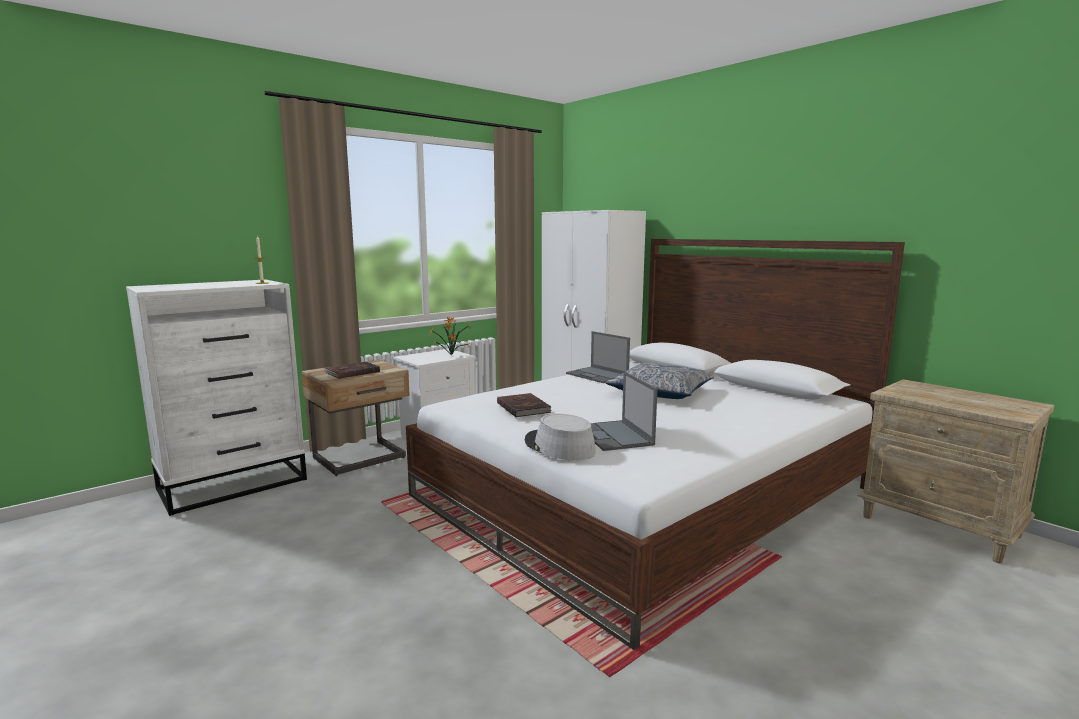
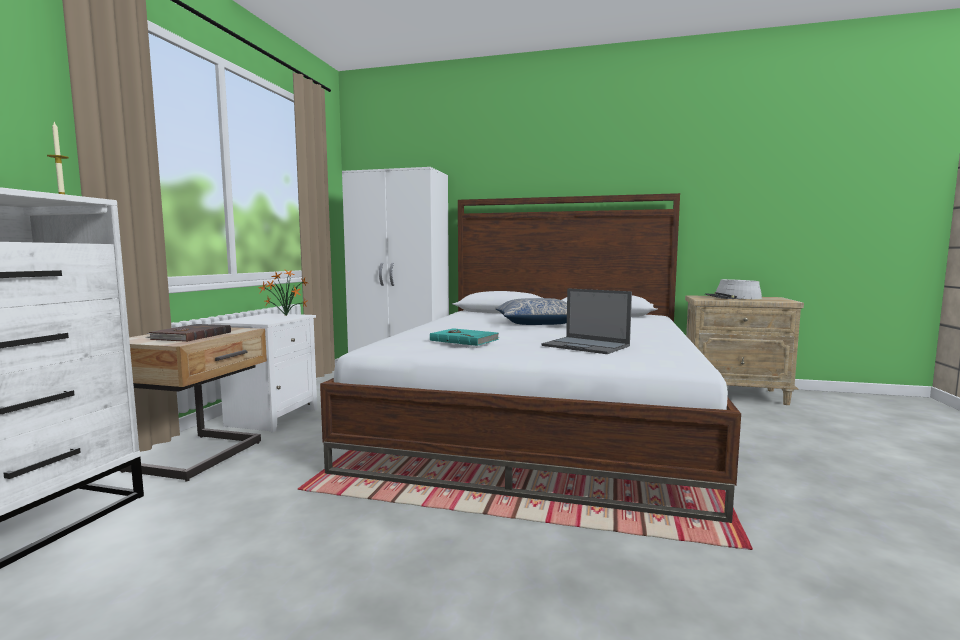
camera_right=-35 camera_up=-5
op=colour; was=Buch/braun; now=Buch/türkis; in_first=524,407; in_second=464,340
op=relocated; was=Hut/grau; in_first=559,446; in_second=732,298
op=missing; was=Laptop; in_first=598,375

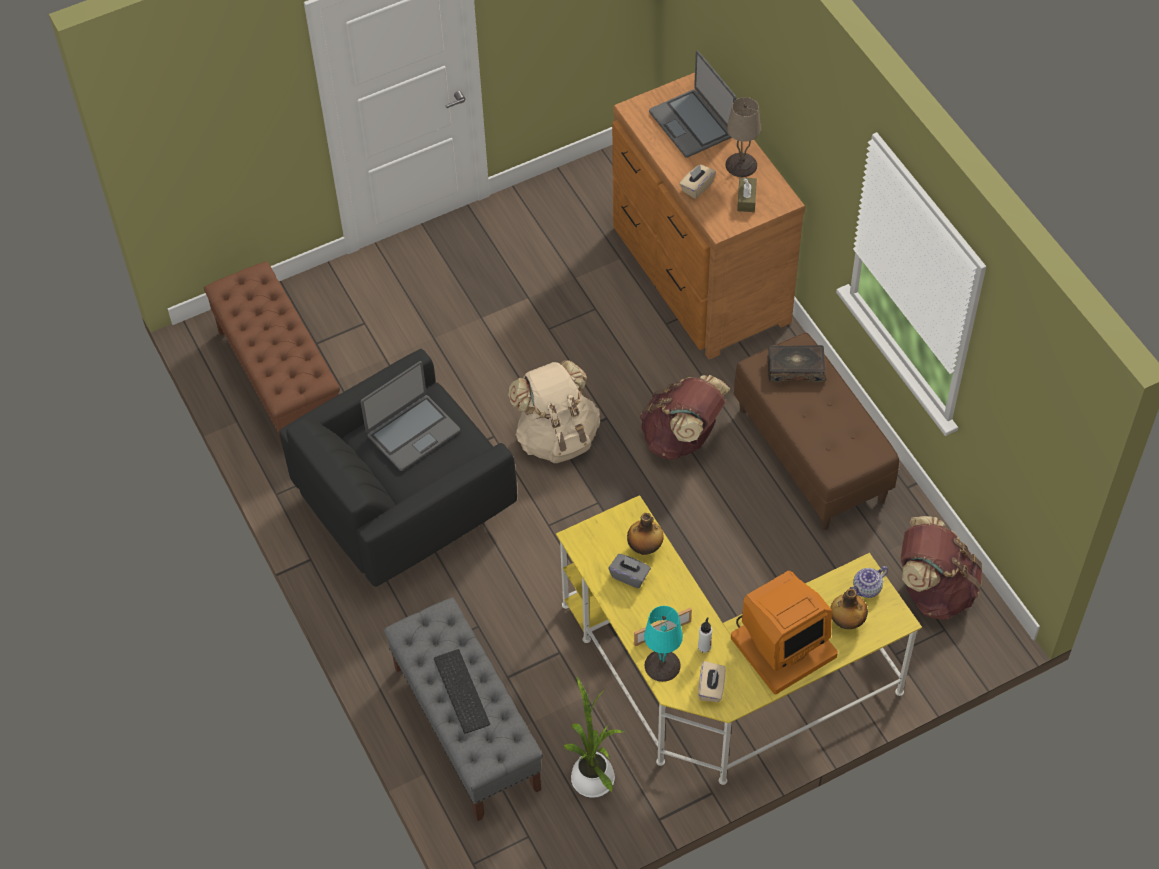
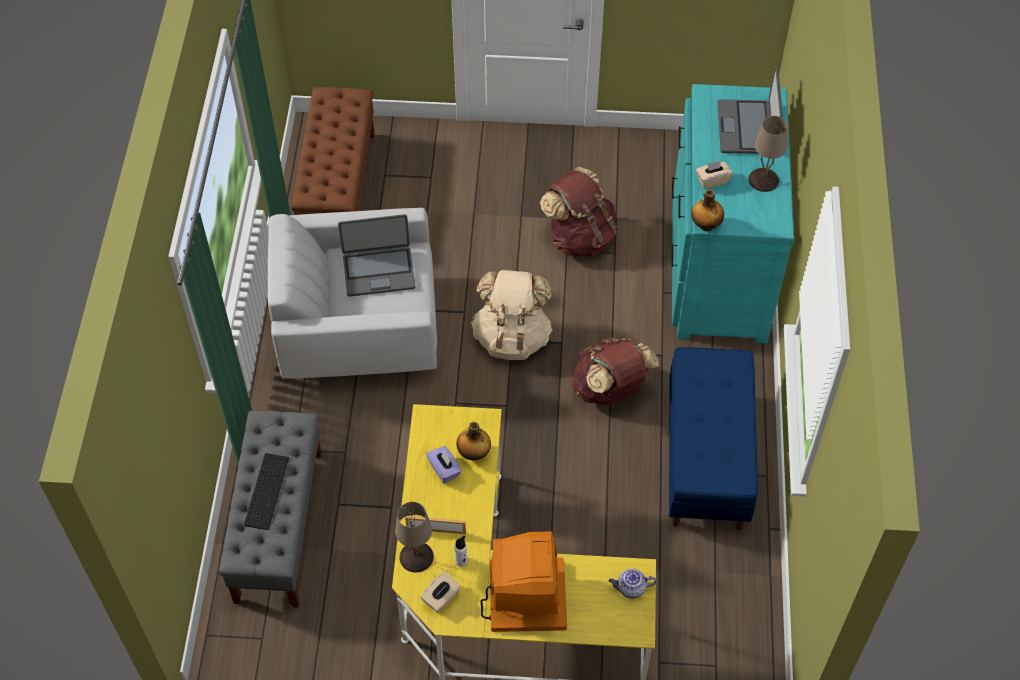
camera_right=30 camera_up=0
op=colour; was=Sessel/schwarz; now=Sessel/weiß; in_first=405,506; in_second=359,330
op=missing; was=Topfpflanze; in_first=592,775
op=colour; was=Taschentuchbox/grau; now=Taschentuchbox/lila; in_first=629,576; in_second=444,470
op=colour; was=Kommode/braun; now=Kommode/türkis; in_first=698,275; in_second=717,267
op=colour; was=Tischlampe/türkis; now=Tischlampe/beige; in_first=662,664; in_second=417,556
op=spun; was=Monitor; in_first=782,645; in_second=525,595; clockwise=-90
op=colour; was=Bank/braun; now=Bank/blau; in_first=812,454; in_second=707,459
op=missing; was=Taschentuchbox/braun; in_first=746,199
op=missing; was=Buch; in_first=795,368
op=relocated; was=Flasche; in_first=846,621; in_second=705,225
op=relocated; was=Rucksack/braun; in_first=933,589; in_second=580,237

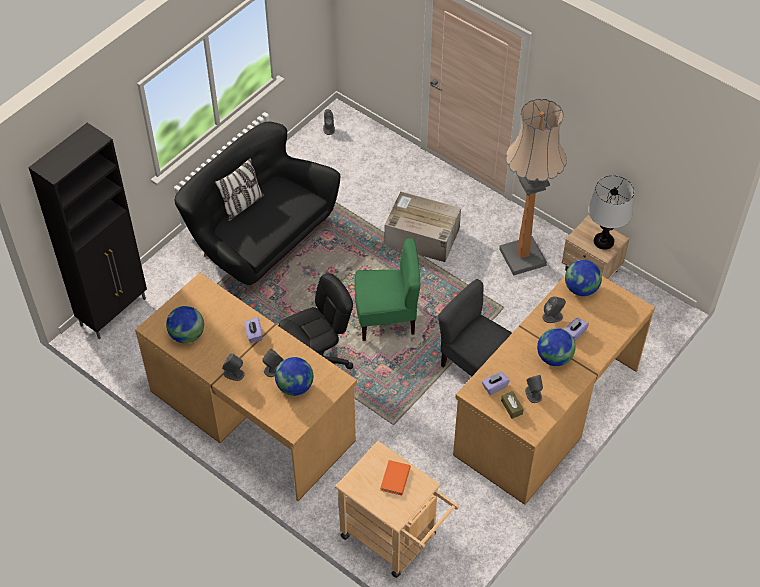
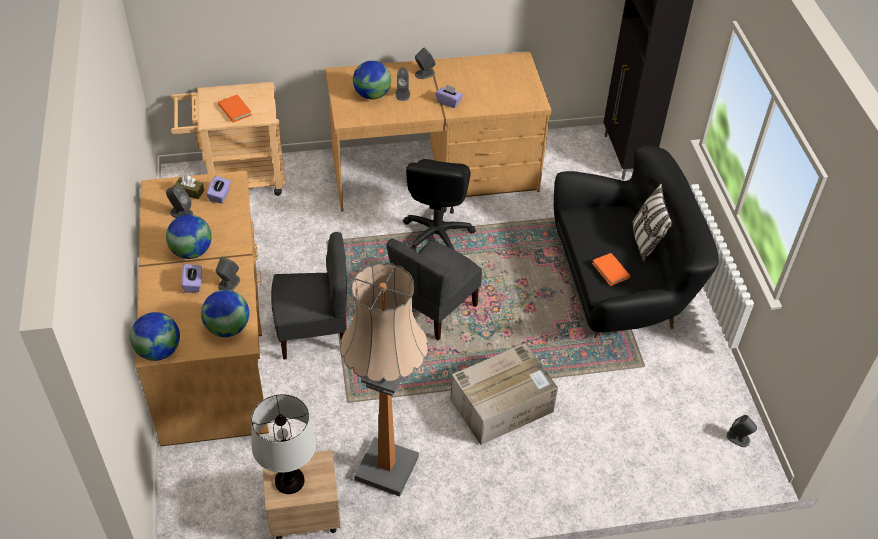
camera_right=130 camera_up=-5
op=relocated; was=Globus; in_first=187,335; in_second=159,351
op=colour; was=Stuhl/grün; now=Stuhl/grau; in_first=386,318; in_second=434,309
op=appeared; now=Buch/orange; in_second=610,270

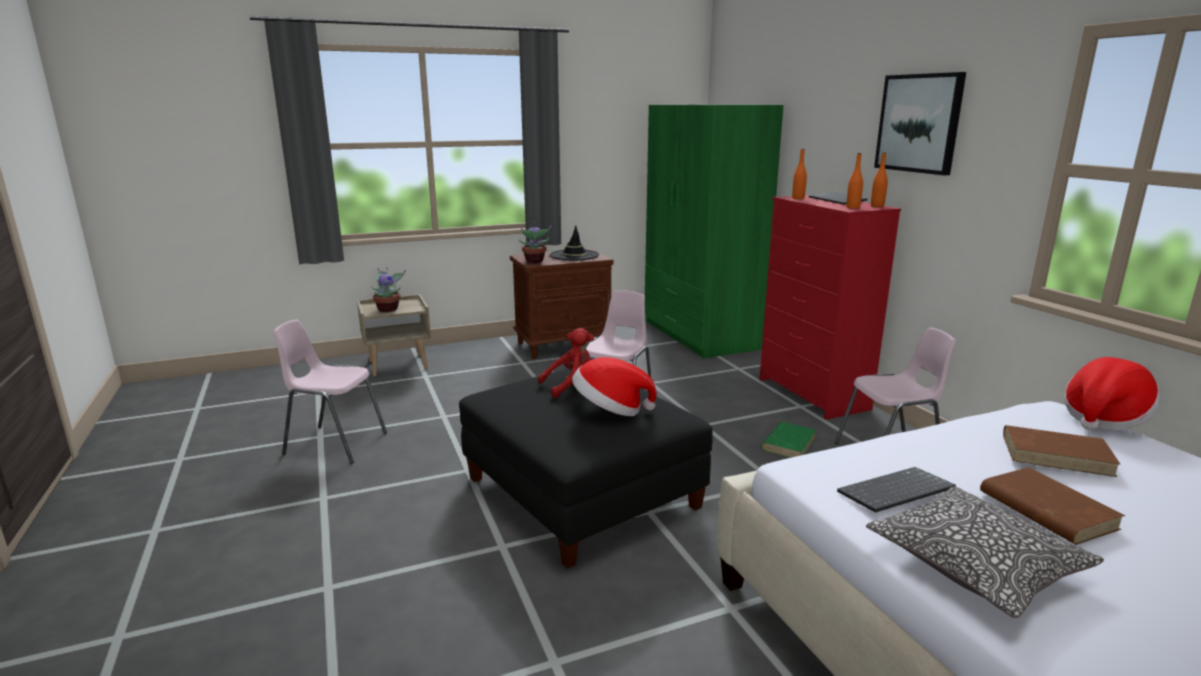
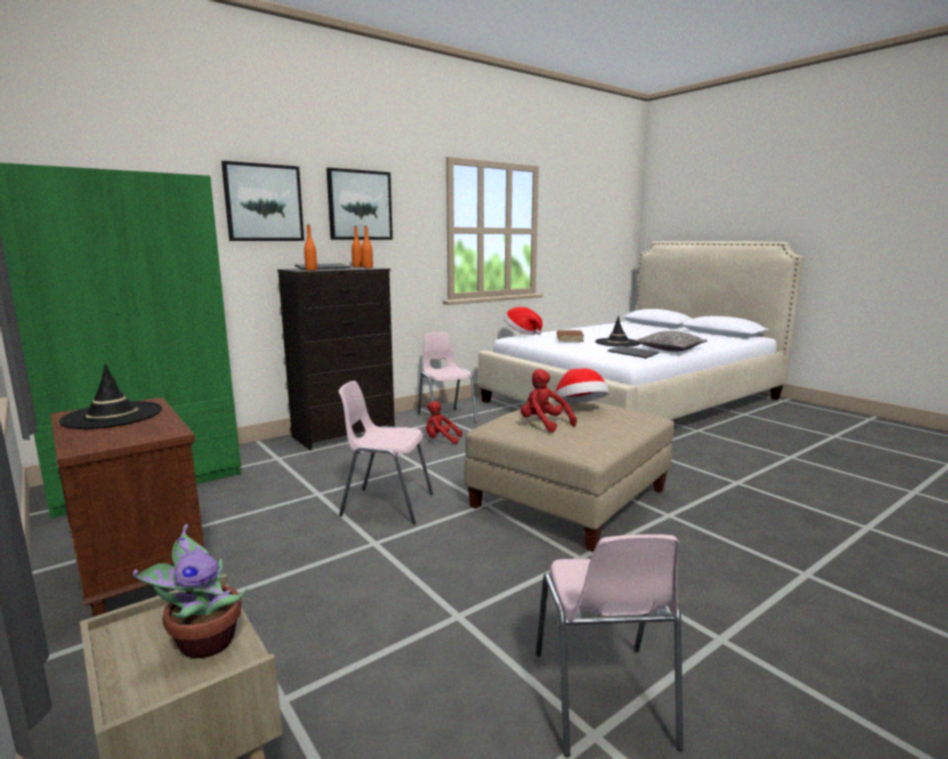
camera_right=-105 camera_up=-5
op=colour; was=Polsterhocker/schwarz; now=Polsterhocker/beige; in_first=582,492; in_second=569,498
op=missing; was=Topfpflanze; in_first=534,261
op=colour; was=Kommode/rot; now=Kommode/schwarz; in_first=812,394; in_second=345,434
op=exchanged; was=Buch/grün; now=Plüschtier/rot; in_first=789,443; in_second=441,440
op=exchanged; was=Buch/braun; now=Hut/schwarz; in_first=1045,509; in_second=617,343
op=appeared; now=Bild; in_second=263,203

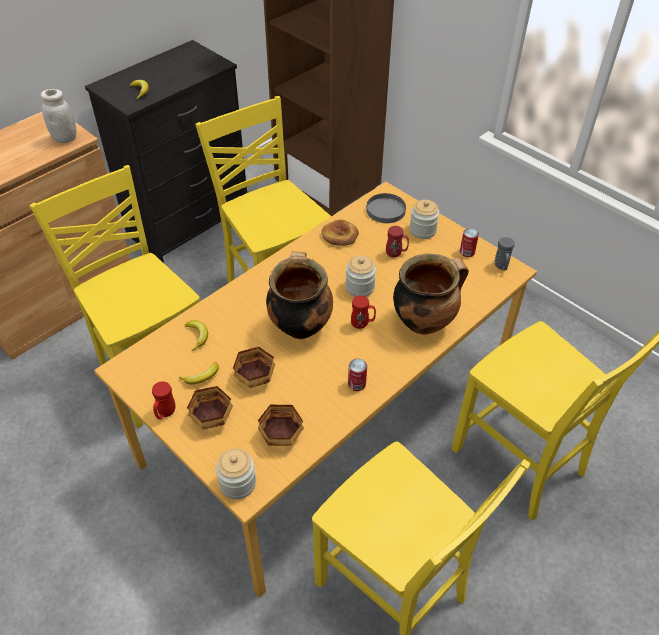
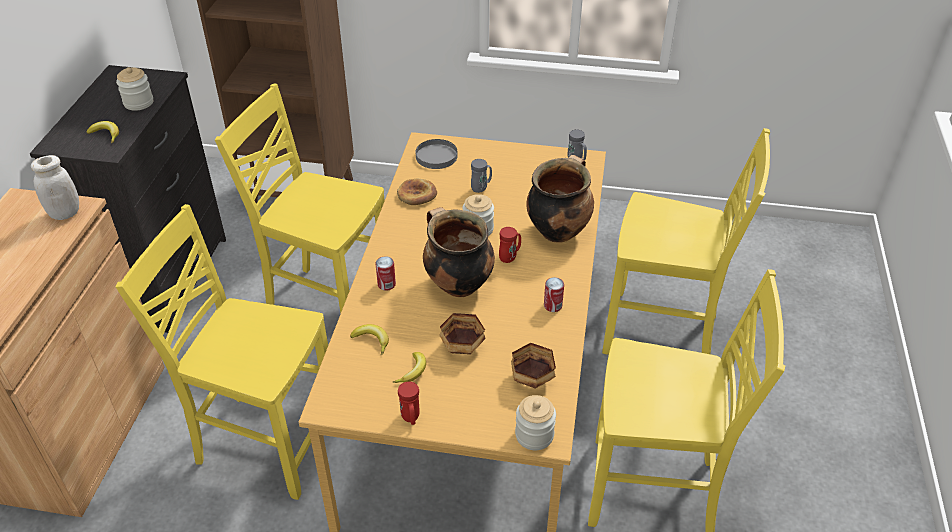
camera_right=-35 camera_up=-5
op=missing; was=Schüssel; in_first=213,418
op=colour; was=Henkelbecher/rot; now=Henkelbecher/grau; in_first=396,253; in_second=481,188
op=relocated; was=Vorratsglas; in_first=422,230; in_second=138,103
op=relocated; was=Dose; in_first=467,252; in_second=386,284

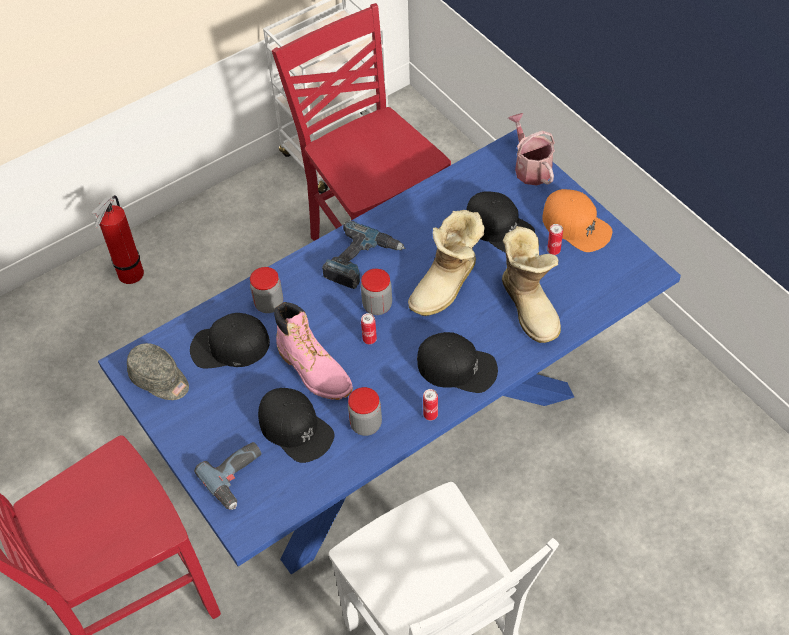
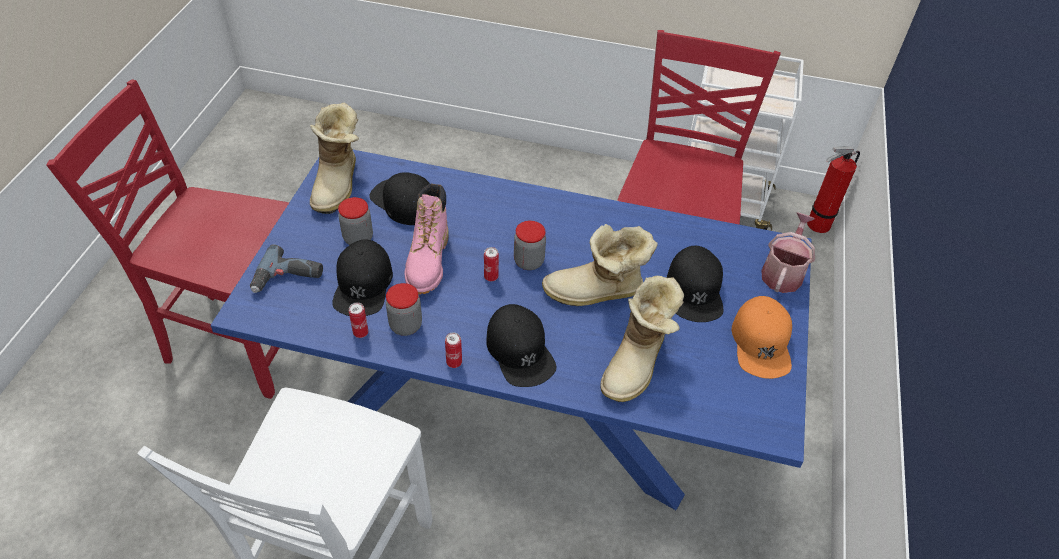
camera_right=45 camera_up=-5
op=relocated; was=Feuerlöscher; in_first=129,276; in_second=816,225
op=exchanged; was=Kappe/grau; now=Stiefel; in_first=160,380; in_second=339,184
op=relocated; was=Vorratsglas; in_first=269,304; in_second=358,238
op=missing; was=Bohrmaschine; in_first=361,261
op=relocated; was=Dose; in_first=553,250; in_second=360,333

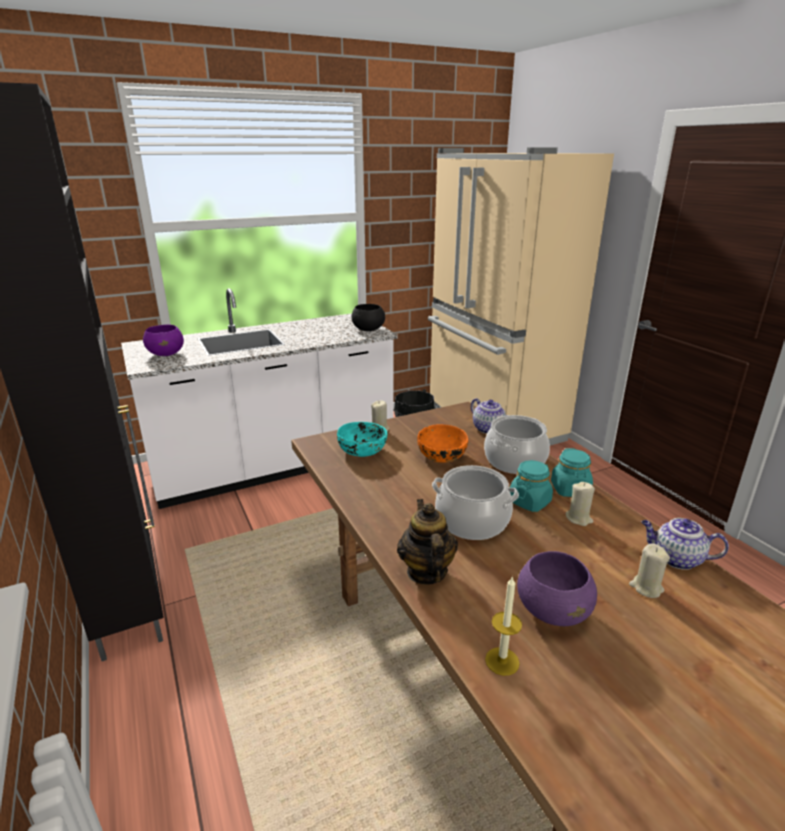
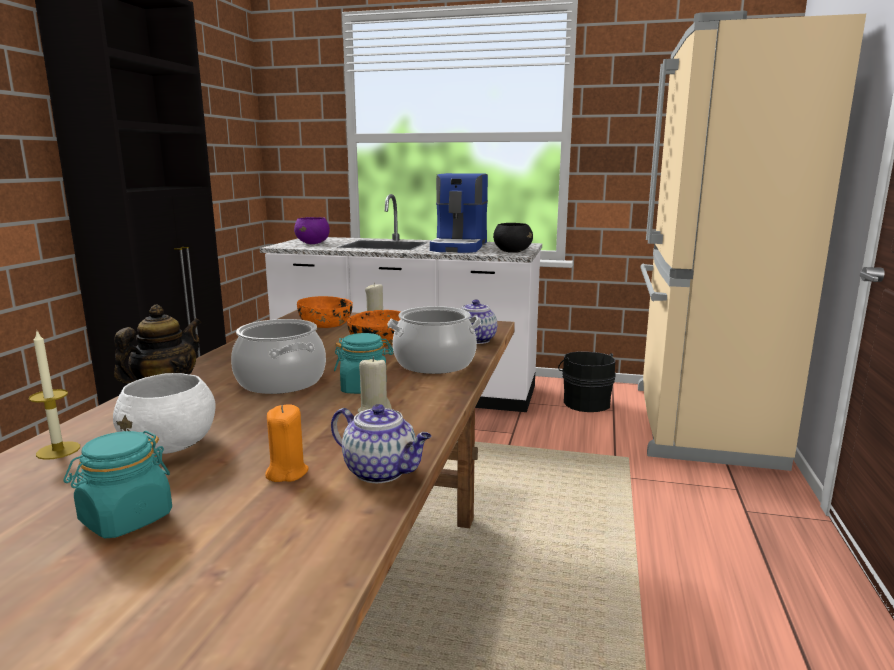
camera_right=40 camera_up=-10
op=colour; was=Schüssel/türkis; now=Schüssel/orange; in_first=363,451; in_second=326,325
op=colour; was=Schüssel/lila; now=Schüssel/weiß; in_first=553,610; in_second=171,446
op=relocated; was=Vorratsglas/türkis; in_first=570,489; in_second=126,519
op=colour; was=Kerze/beige; now=Kerze/orange; in_first=646,587; in_second=286,472
op=spun; was=Teekanne; in_first=676,558; in_second=382,472; clockwise=150
op=appeared; now=Kaffeemaschine; in_second=460,247

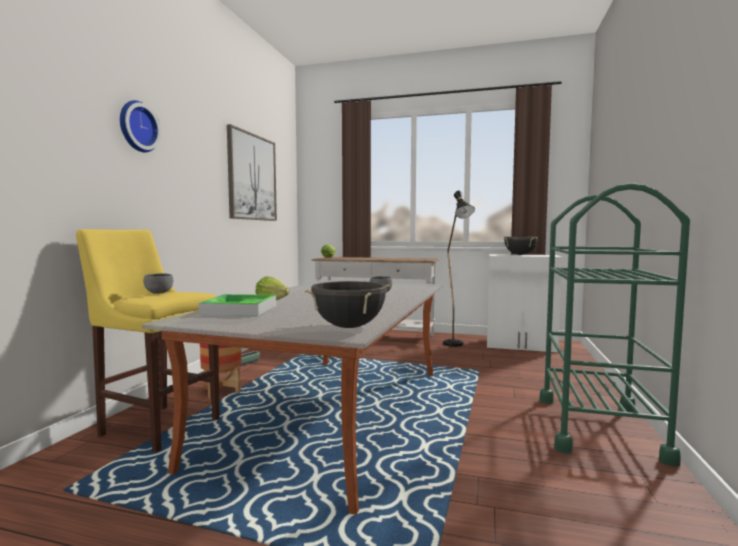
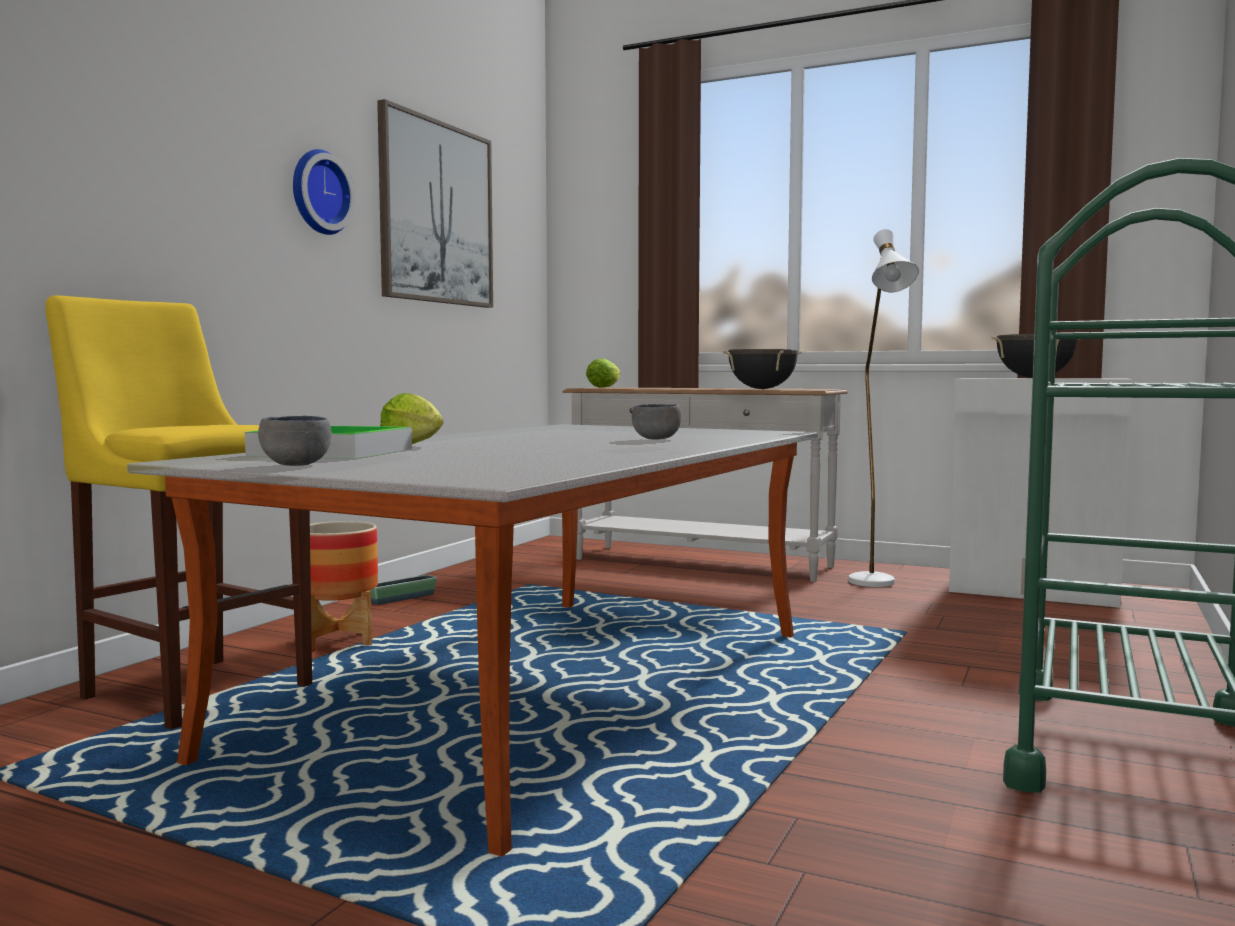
camera_right=10 camera_up=0
op=relocated; was=Wanduhr; in_first=136,127; in_second=318,193
op=relocated; was=Schüssel/grau; in_first=160,293; in_second=298,465
op=relocated; was=Kochtopf/schwarz; in_first=349,327; in_second=762,389
op=colour; was=Stehlampe/schwarz; now=Stehlampe/weiß; in_first=456,346; in_second=877,586

